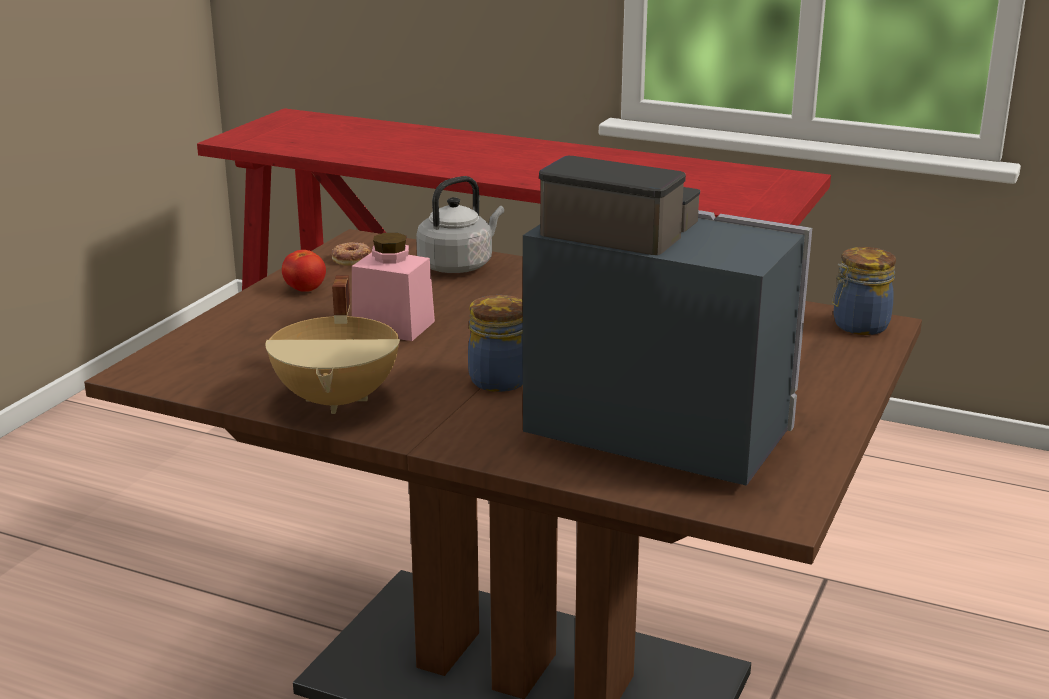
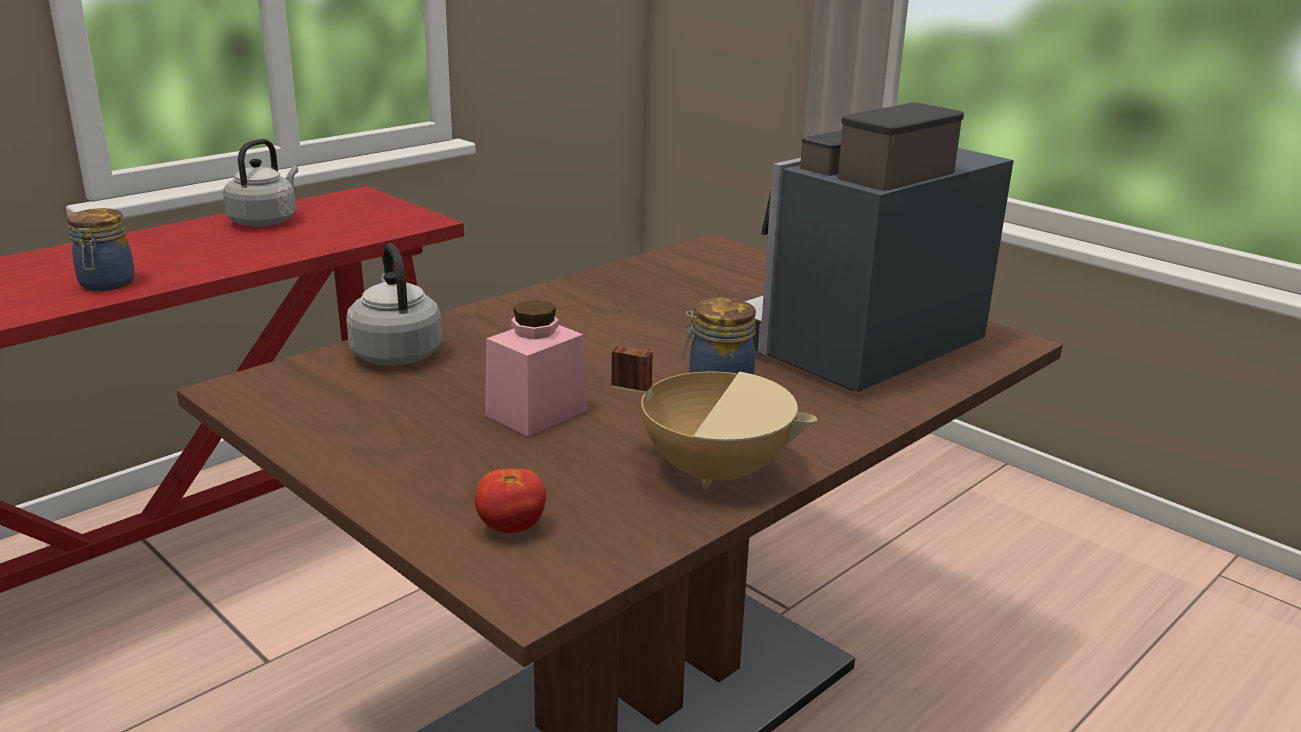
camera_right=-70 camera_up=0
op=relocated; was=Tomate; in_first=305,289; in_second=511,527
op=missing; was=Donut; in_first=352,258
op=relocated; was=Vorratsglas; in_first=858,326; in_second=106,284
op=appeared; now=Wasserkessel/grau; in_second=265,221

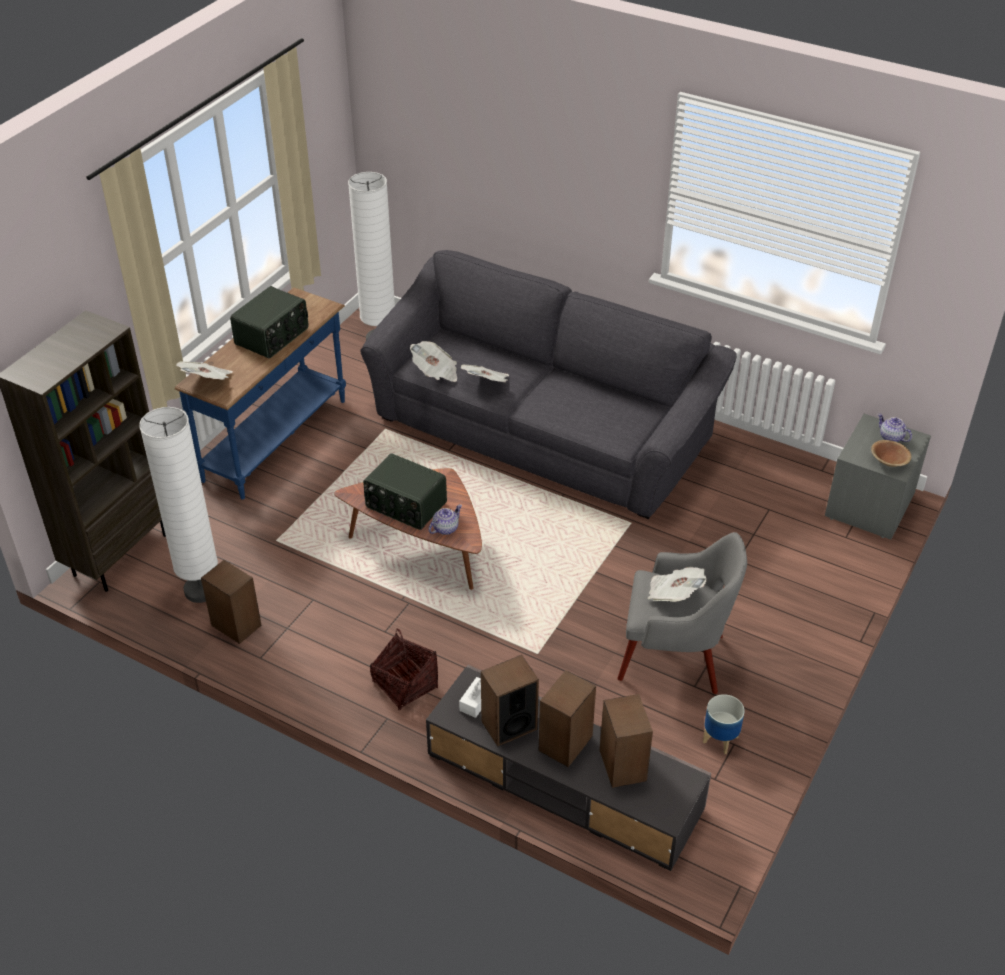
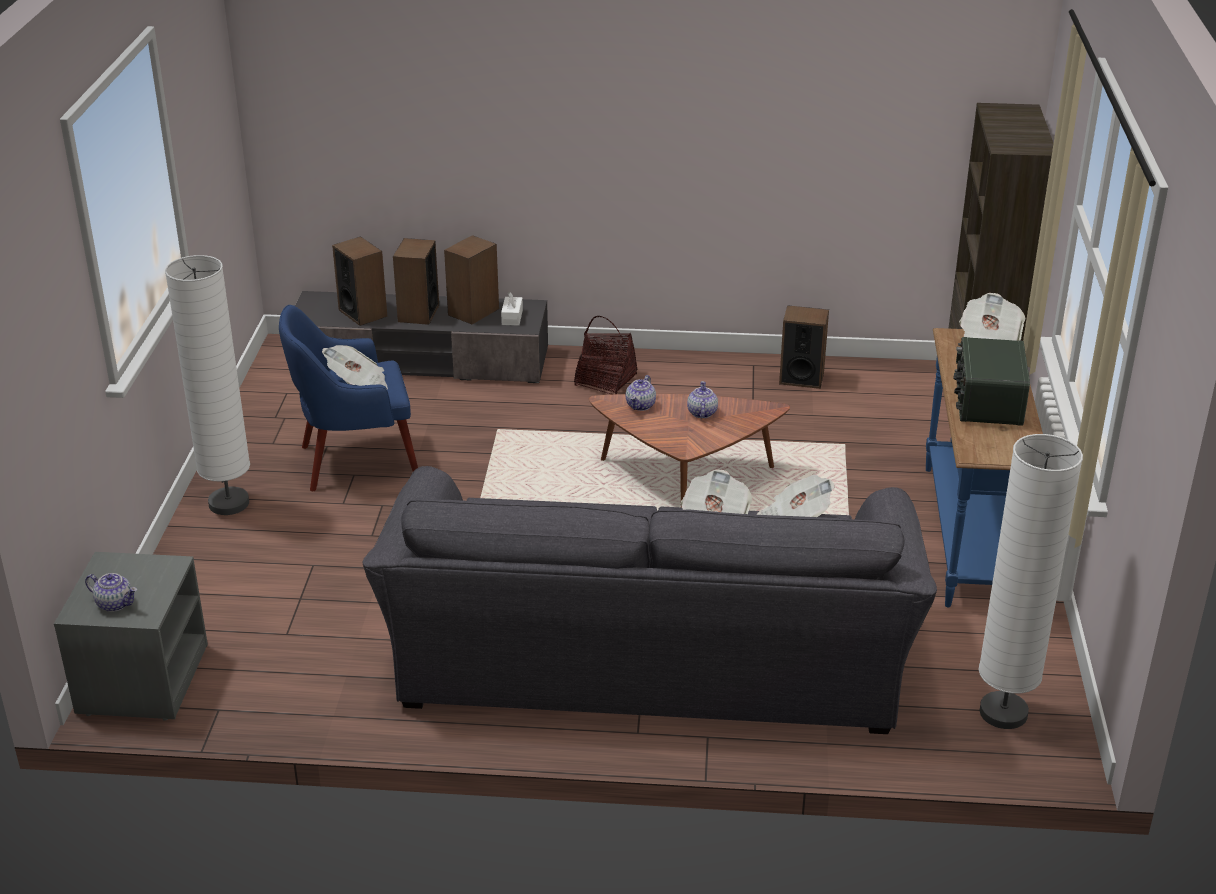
camera_right=155 camera_up=-10
op=relocated; was=Stehlampe/weiß; in_first=201,590; in_second=229,504
op=exchanged; was=Radio; now=Teekanne; in_first=405,506; in_second=701,412
op=colour; was=Sessel/grau; now=Sessel/blau; in_first=675,658; in_second=355,461
op=missing; was=Pflanzkübel; in_first=720,740
op=missing; was=Schüssel/braun; in_first=889,461

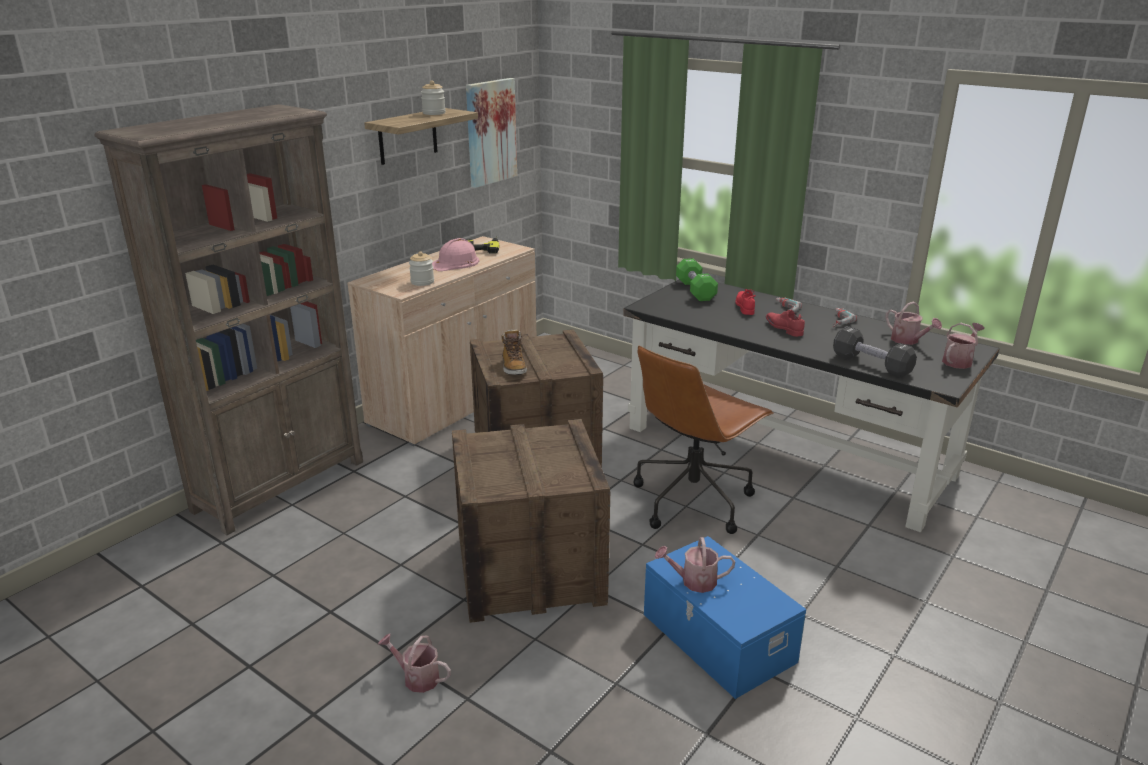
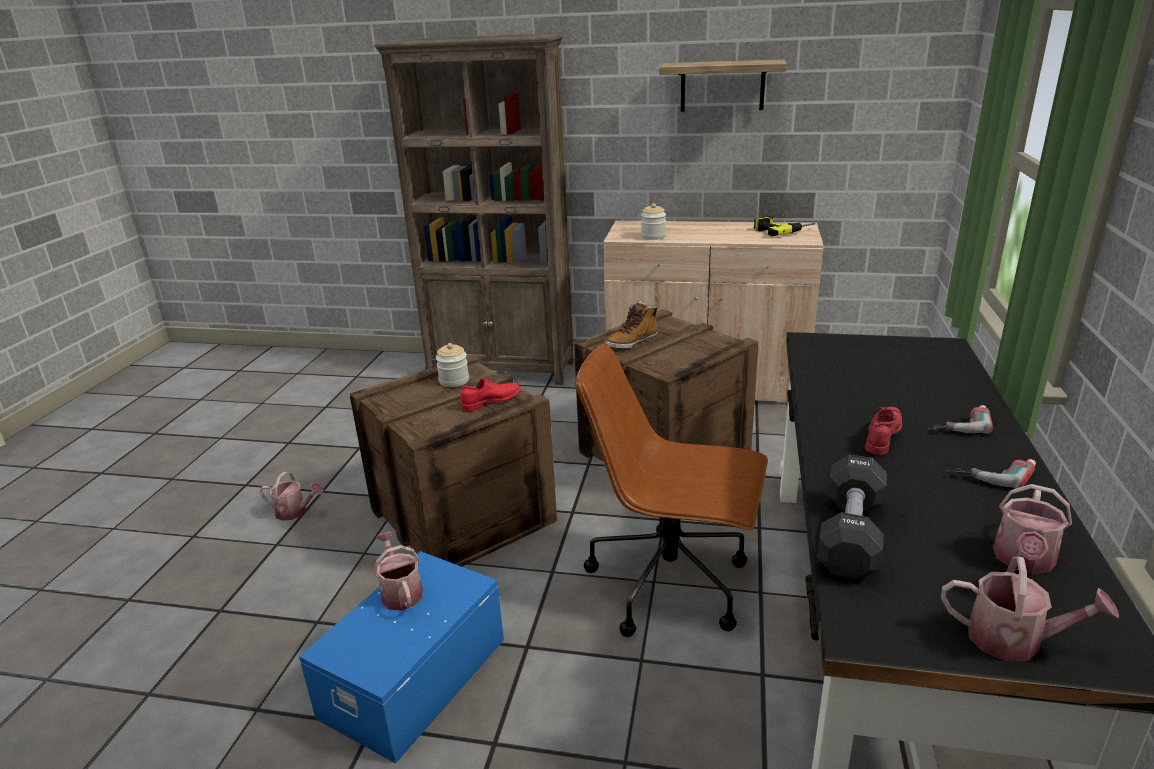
camera_right=65 camera_up=0
op=spun; was=Gießkanne; in_first=417,677; in_second=295,512; clockwise=105
op=relocated; was=Vorratsglas; in_first=434,113; in_second=454,381
op=missing; was=Schutzhelm/rosa; in_first=454,263
op=missing; was=Bild; in_first=490,132
op=missing; was=Hantel/grün; in_first=695,290
op=relocated; was=Schuh/rot; in_first=744,307; in_second=491,402

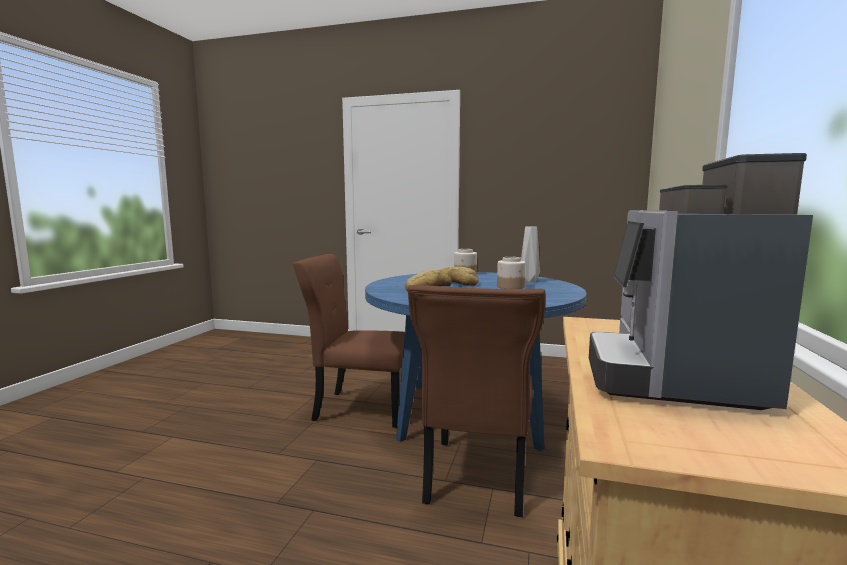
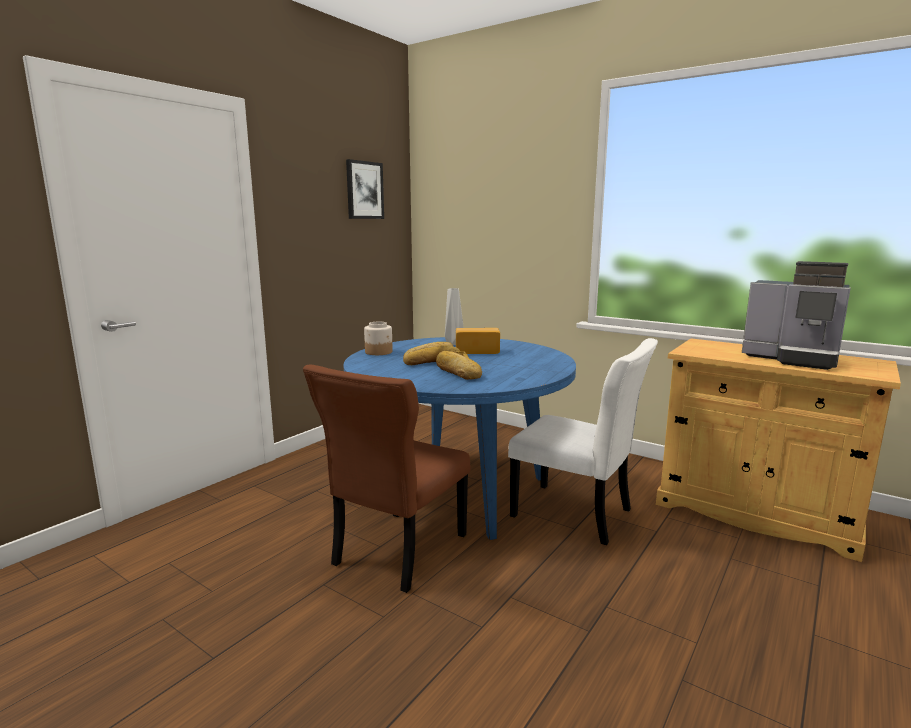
camera_right=-70 camera_up=5
op=colour; was=Stuhl/braun; now=Stuhl/weiß; in_first=475,478; in_second=576,514
op=exchanged; was=Vorratsglas; now=Brot; in_first=511,287; in_second=477,351
op=appeared; now=Bild; in_second=364,190

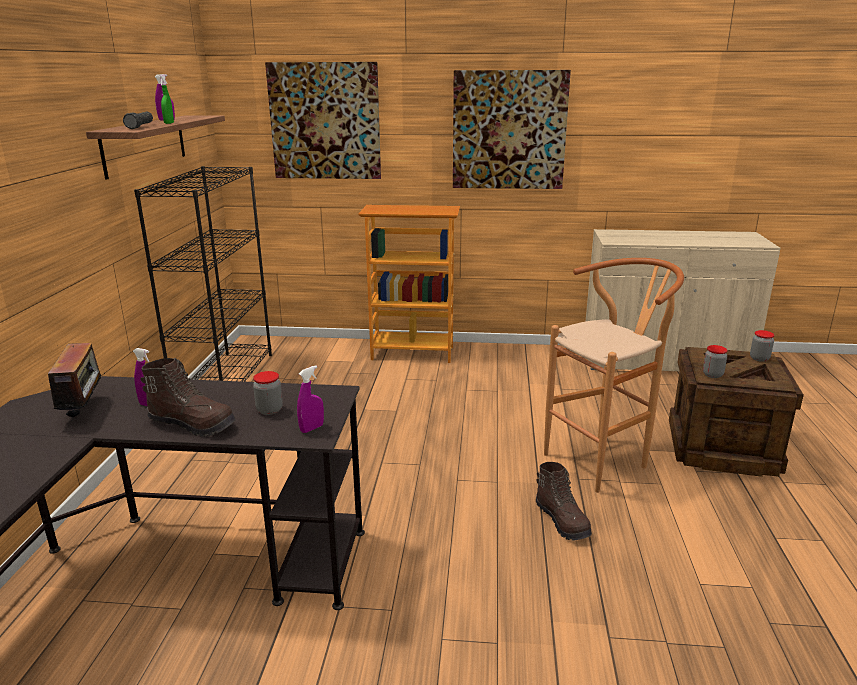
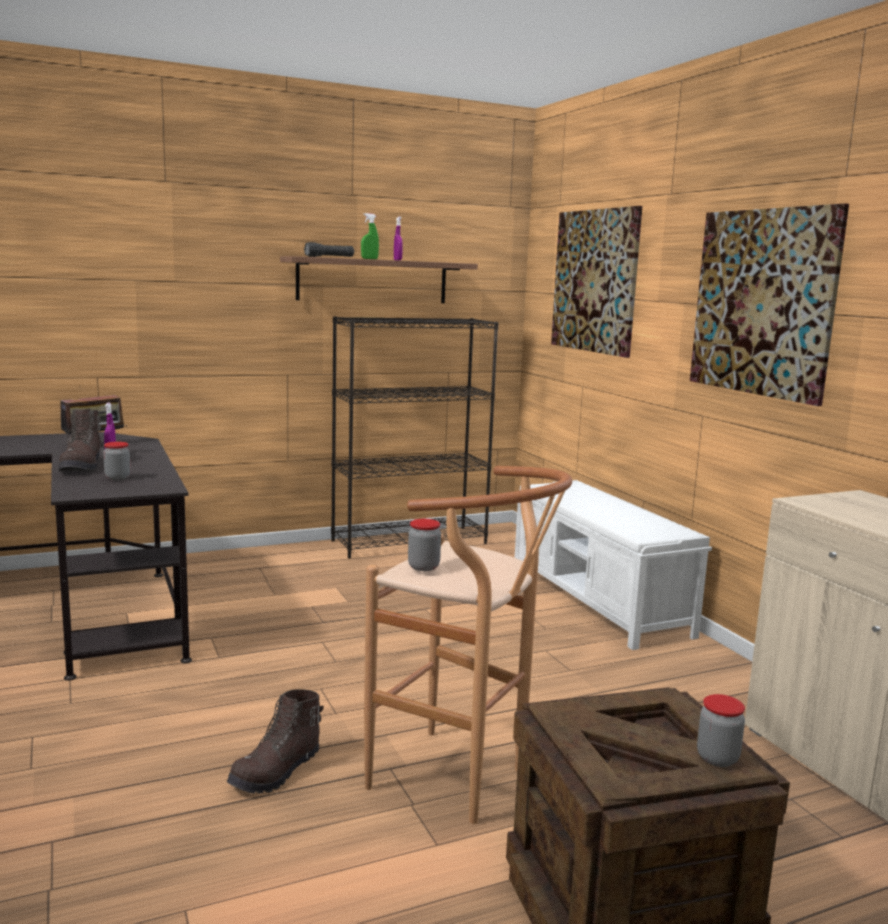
camera_right=60 camera_up=-10
op=missing; was=Sprühflasche/lila; in_first=312,428
op=exchanged; was=Bücherregal; now=Bank/weiß; in_first=413,353; in_second=598,601
op=relocated; was=Vorratsglas; in_first=712,375; in_second=423,567

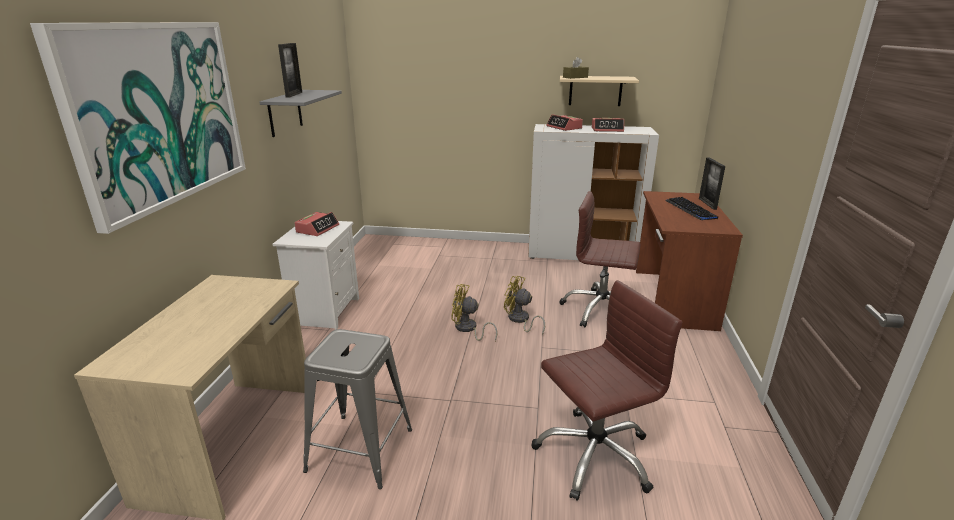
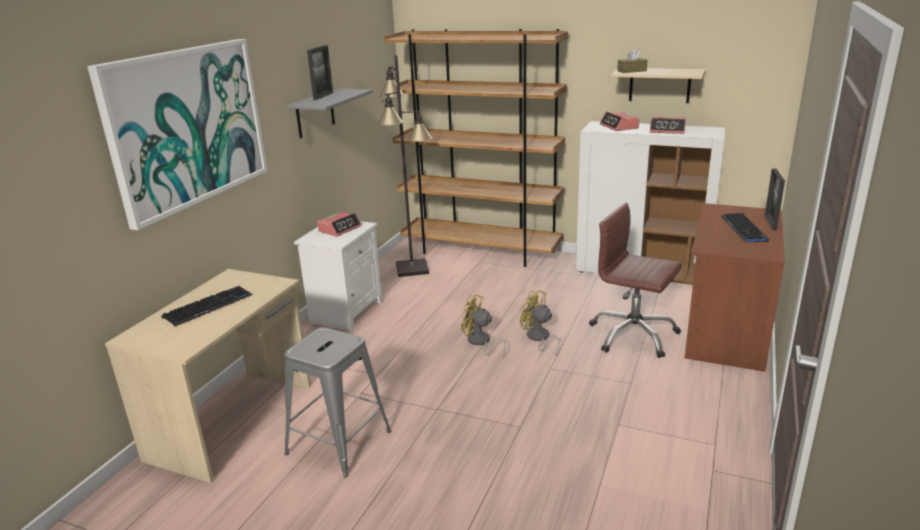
camera_right=15 camera_up=0
op=missing; was=Bürostuhl/braun; in_first=594,454
op=appeared; now=Tastatur; in_second=208,307
op=appeared; now=Stehlampe/schwarz; in_second=412,268
op=appeared; now=Bücherregal/braun; in_second=481,251

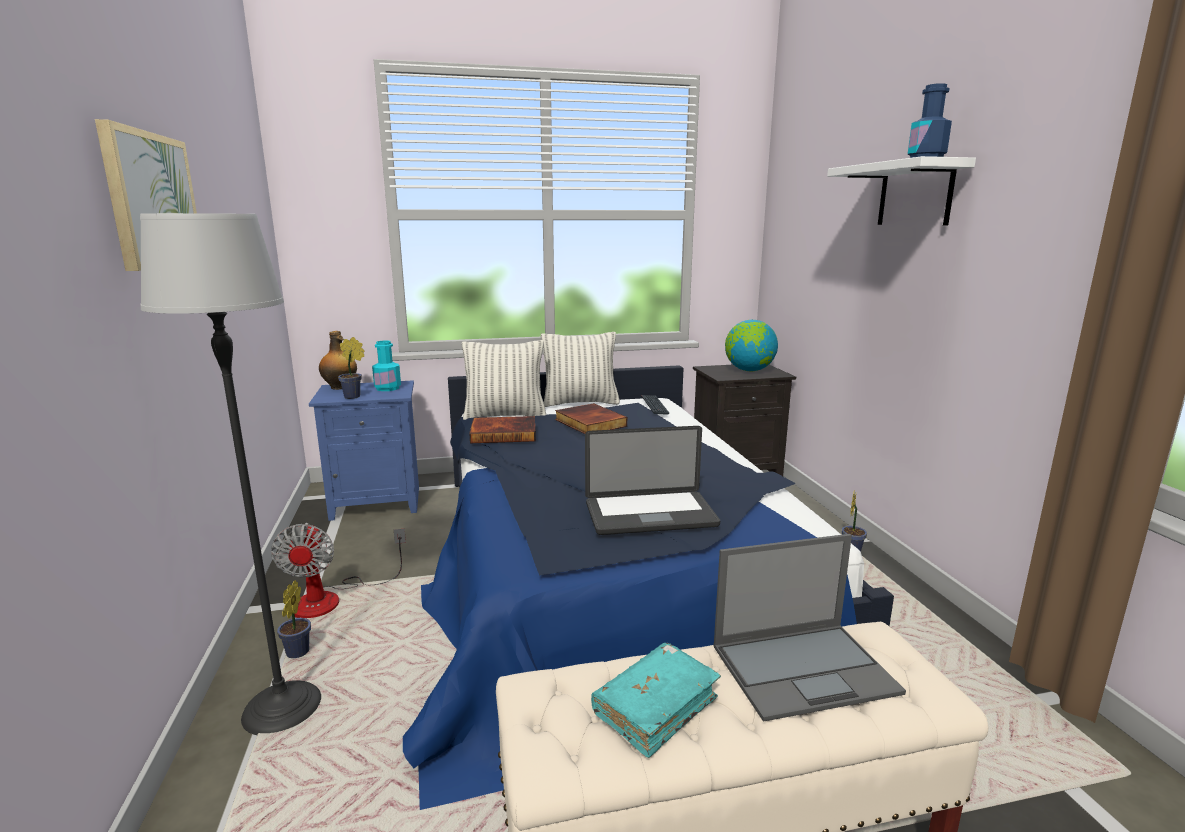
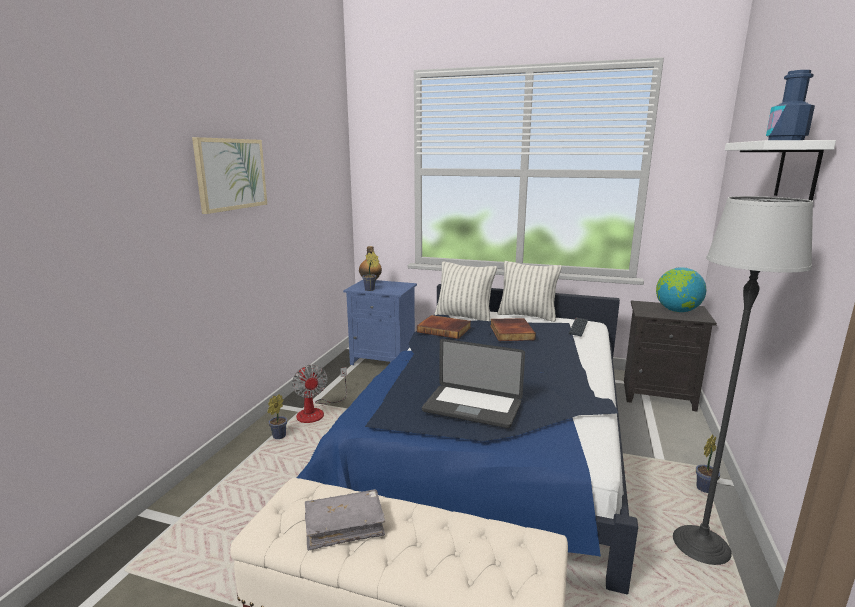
camera_right=30 camera_up=0
op=relocated; was=Stehlampe; in_first=282,707; in_second=700,545
op=spun; was=Ventilator; in_first=332,599; in_second=317,412; clockwise=-45
op=missing; was=Flasche/türkis; in_first=387,388
op=colour; was=Buch/türkis; now=Buch/grau; in_first=656,707; in_second=344,526
op=missing; was=Laptop; in_first=805,668

